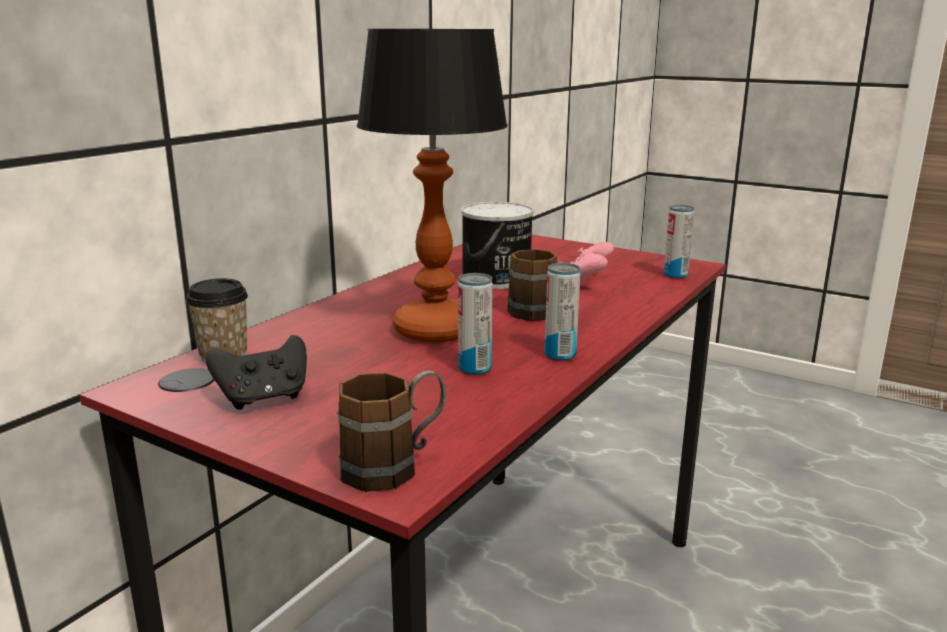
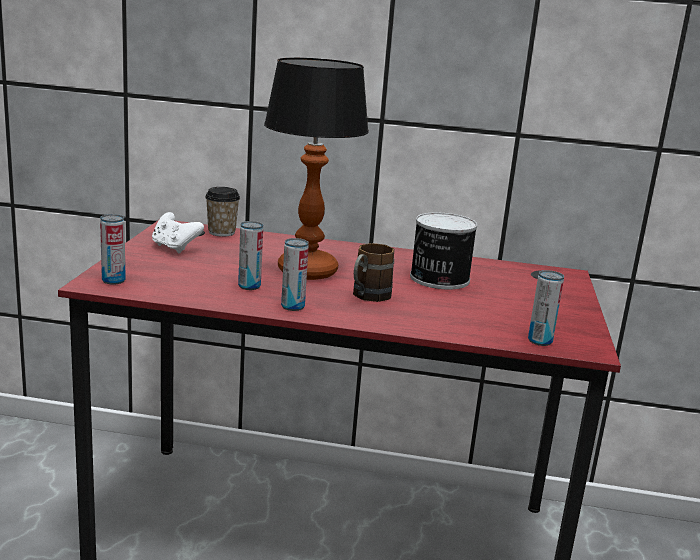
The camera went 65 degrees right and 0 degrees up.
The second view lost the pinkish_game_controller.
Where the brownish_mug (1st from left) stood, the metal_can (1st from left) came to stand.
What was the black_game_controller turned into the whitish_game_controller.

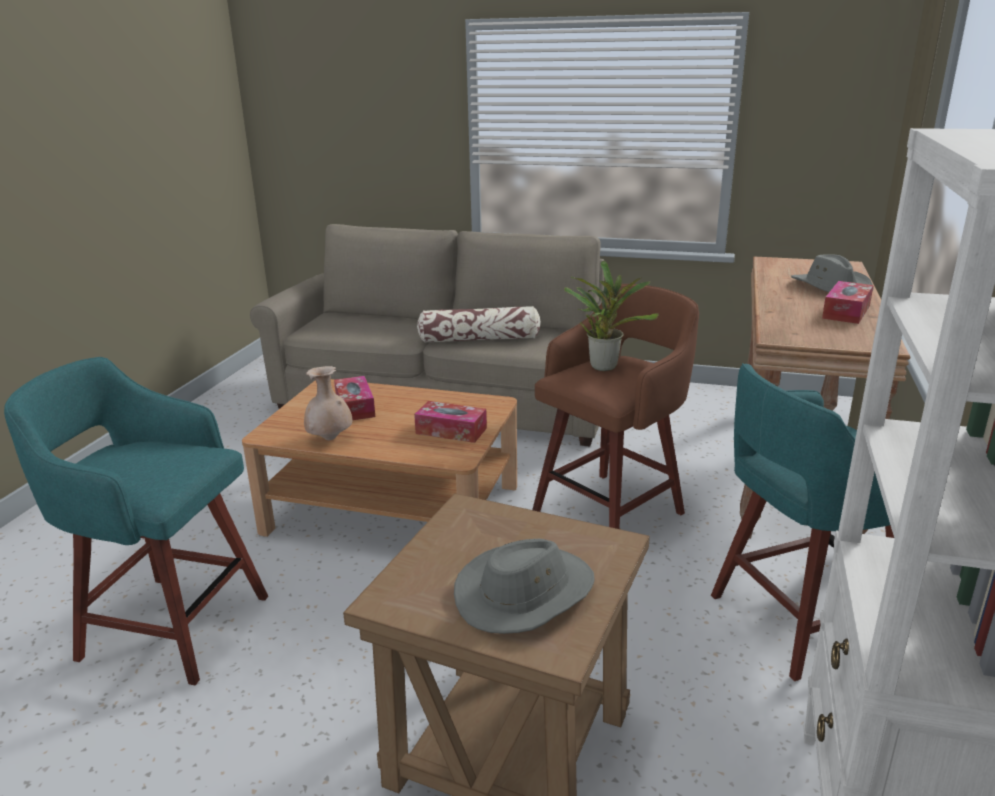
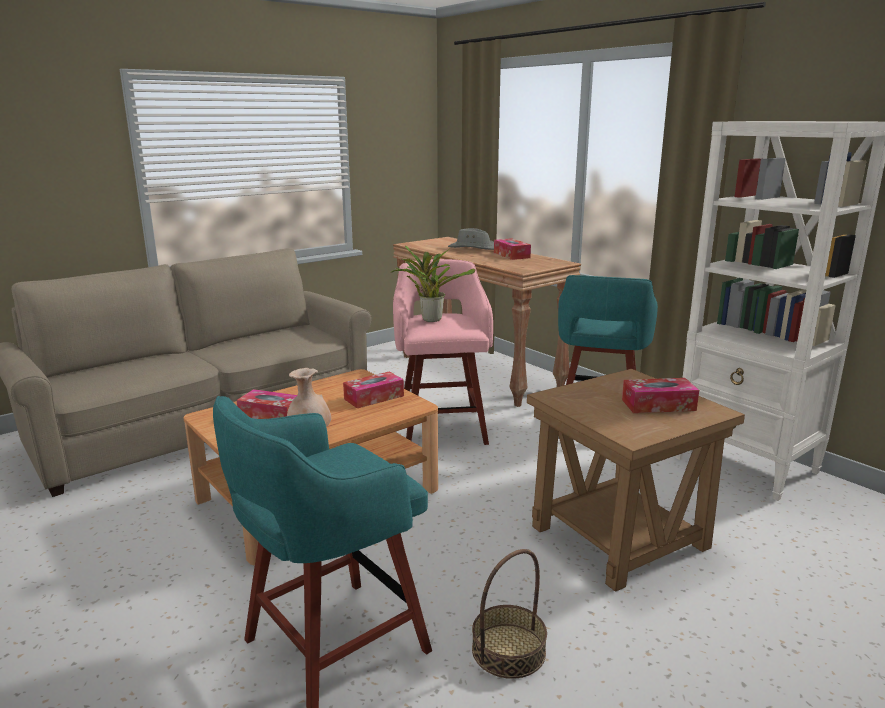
The camera went 55 degrees left and 5 degrees down.
The second view lost the pillow.
The second view gained the basket.
Where the greyish_wearable_hat (1st from left) stood, the box_of_tissues (4th from left) came to stand.
What was the brownish_stool turned into the pinkish_stool.

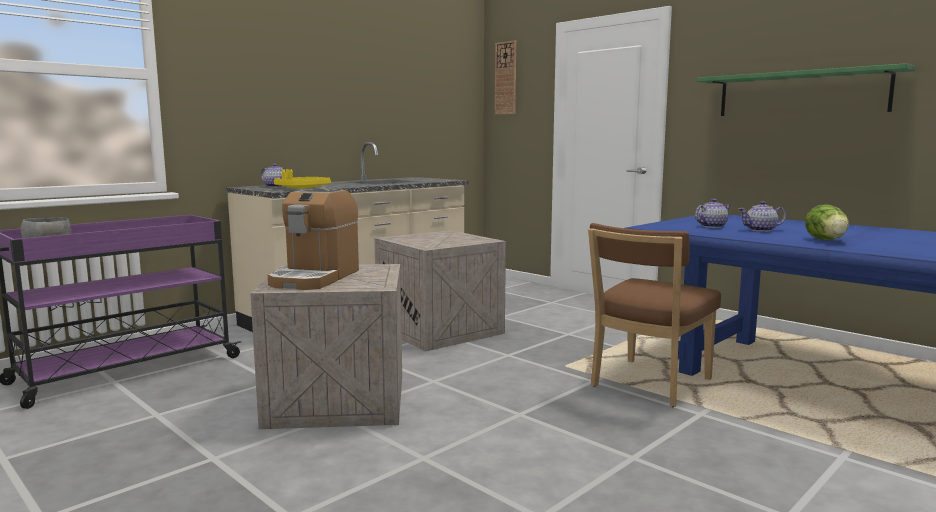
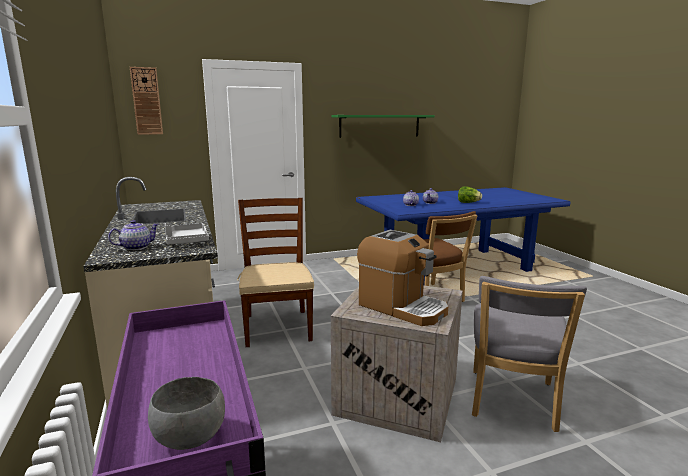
The camera went 65 degrees left and 5 degrees up.
The second view gained the greyish_plain_chair.
Where the shipping_crate (2nd from left) stood, the brownish_plain_chair (1st from left) came to stand.
What was the yellowish_tray turned into the greyish_tray.

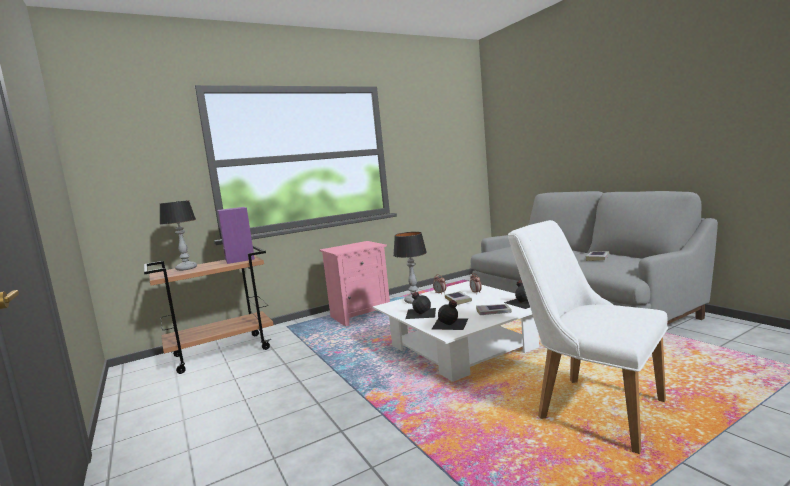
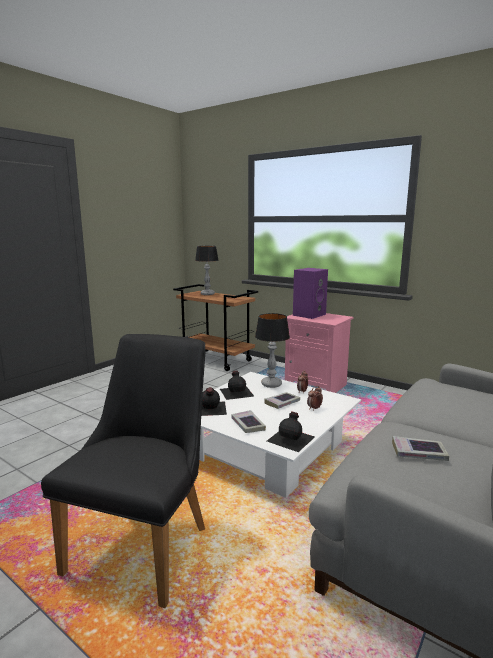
The camera went 65 degrees right and 5 degrees up.
The purplish_audio_speaker ended up elsewhere.
What was the whitish_plain_chair turned into the black_plain_chair.

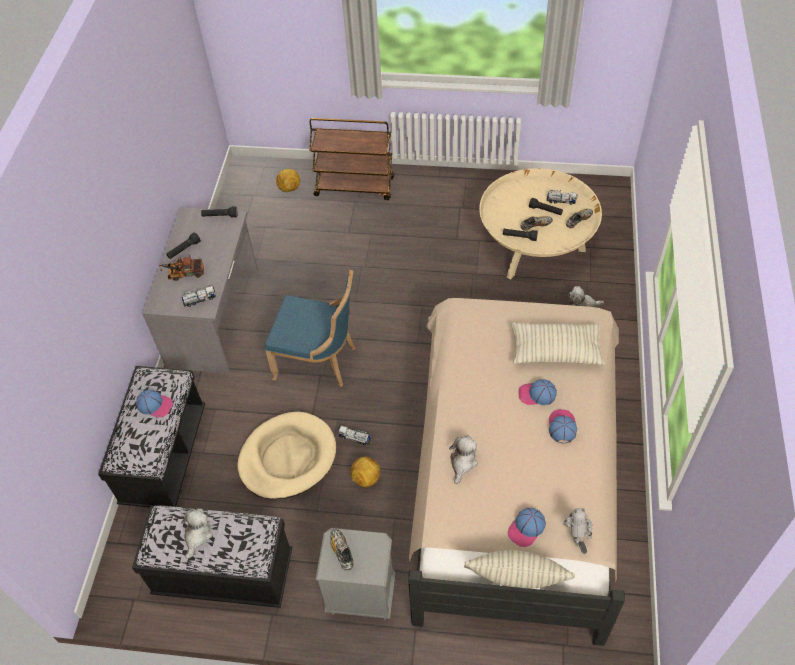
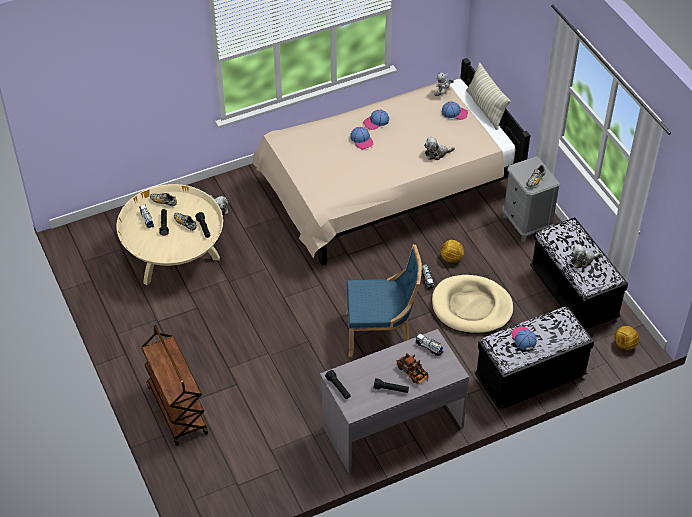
The camera went 125 degrees left and 5 degrees down.
The second view lost the pillow (2nd from left).
The football (1st from left in the first image) ended up elsewhere.
The blue_plain_chair ended up facing another way, 105 degrees clockwise from before.

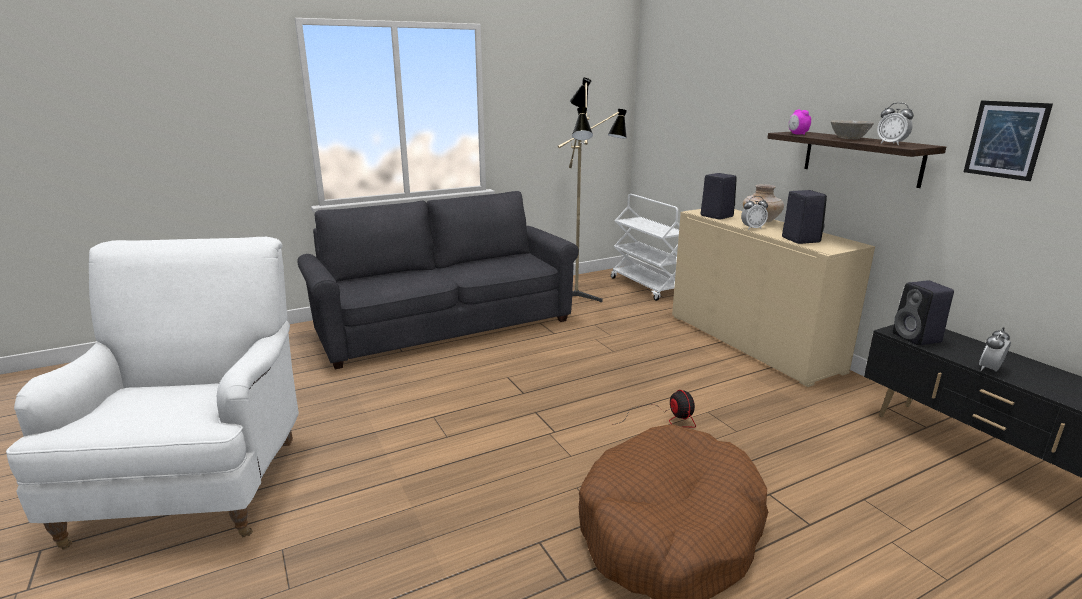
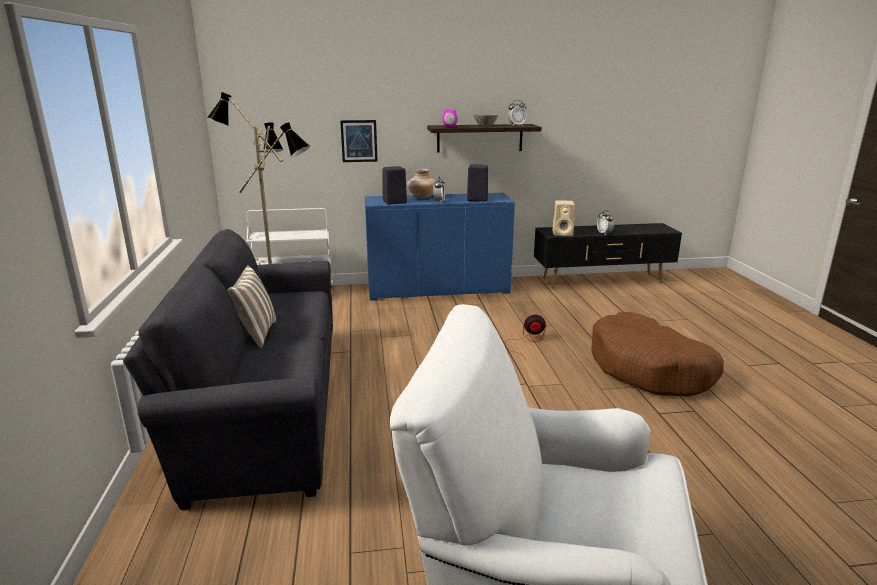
The camera went 70 degrees left and 0 degrees up.
The second view gained the pillow.
The wall_art ended up elsewhere.
What was the sand-coloured_cabinet turned into the blue_cabinet.
What was the black_audio_speaker (3rd from left) turned into the sand-coloured_audio_speaker.

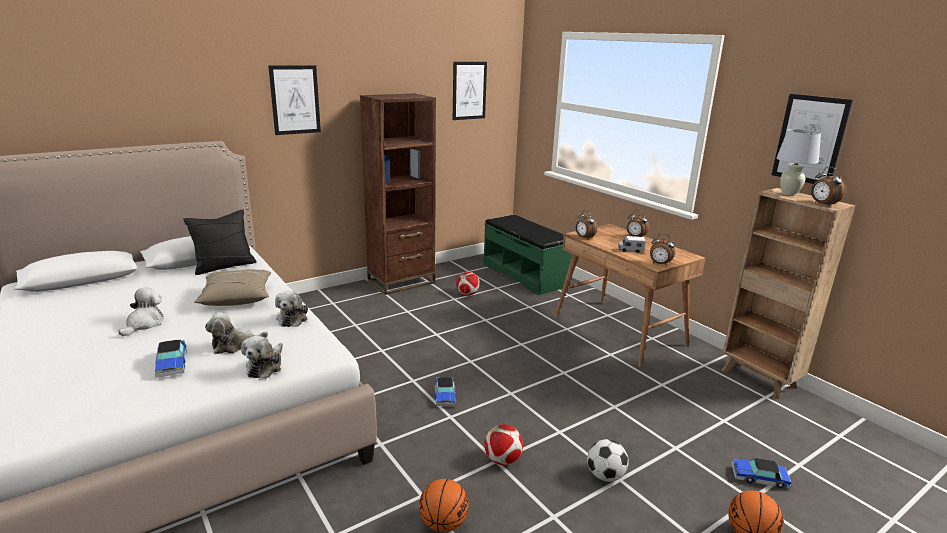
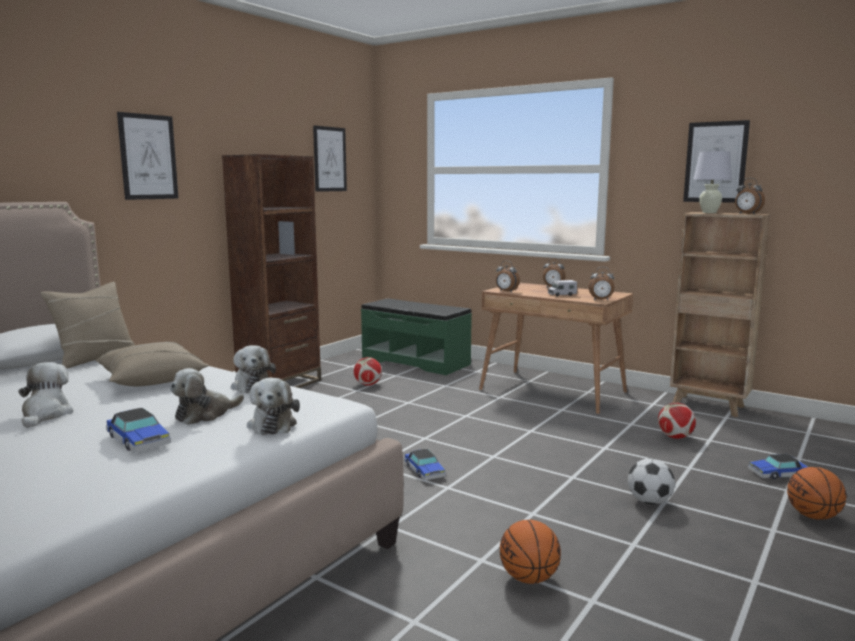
The camera went 20 degrees left and 10 degrees down.
The football (2nd from left in the first image) ended up elsewhere.
What was the black_pillow turned into the sand-coloured_pillow (1st from left).

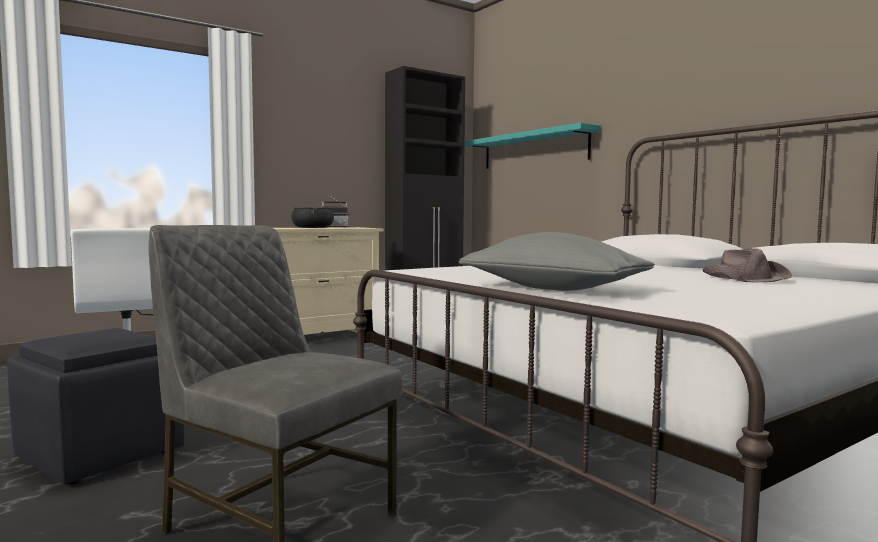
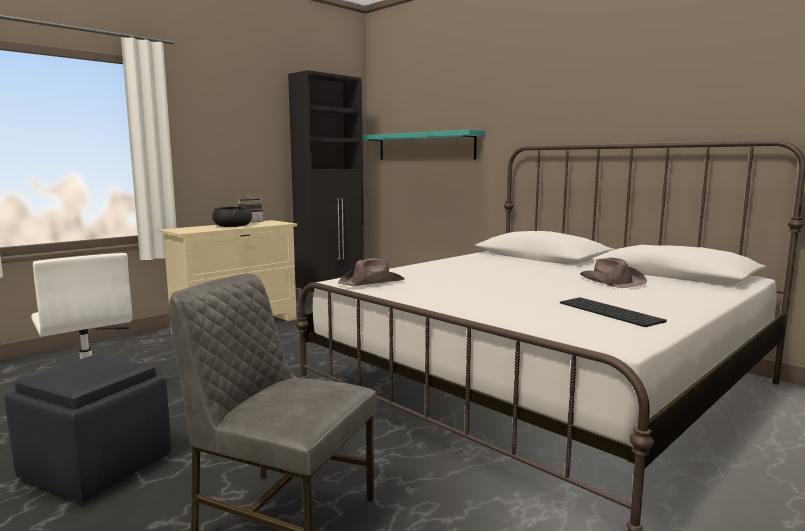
The camera went 10 degrees left and 5 degrees up.
The second view lost the greyish_pillow.
The second view gained the brownish_wearable_hat (1st from left).
The second view gained the PC_keyboard.

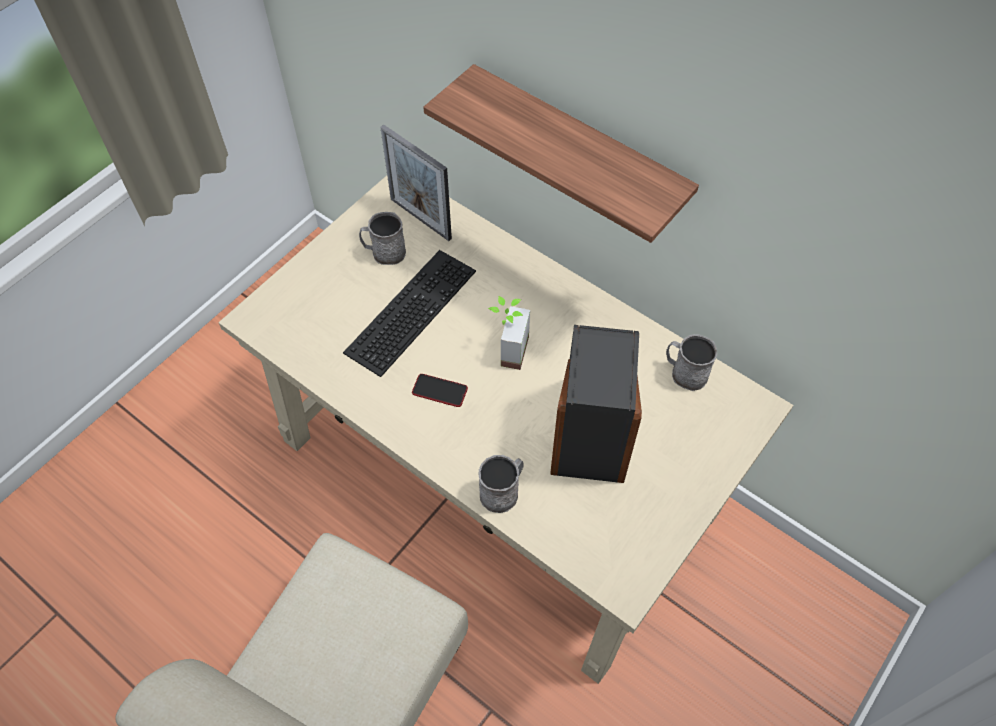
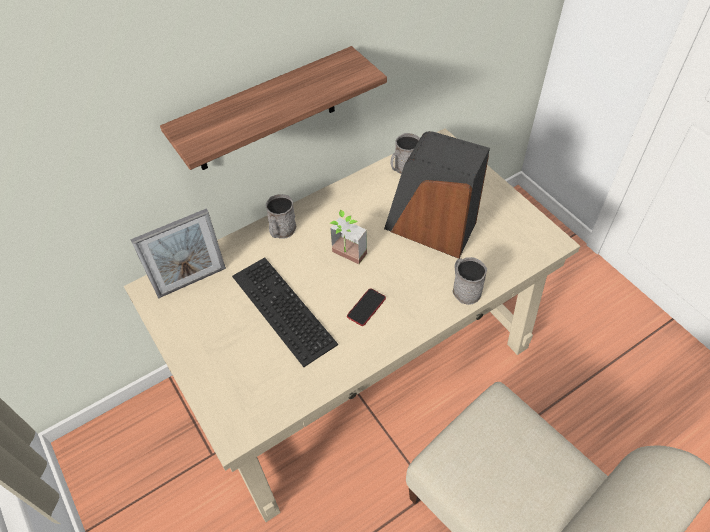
The camera went 70 degrees left and 5 degrees down.
The greyish_mug (1st from left) ended up elsewhere.

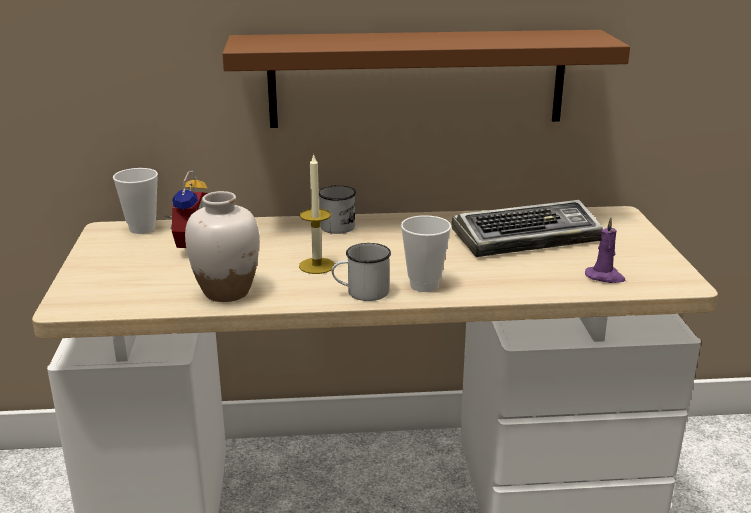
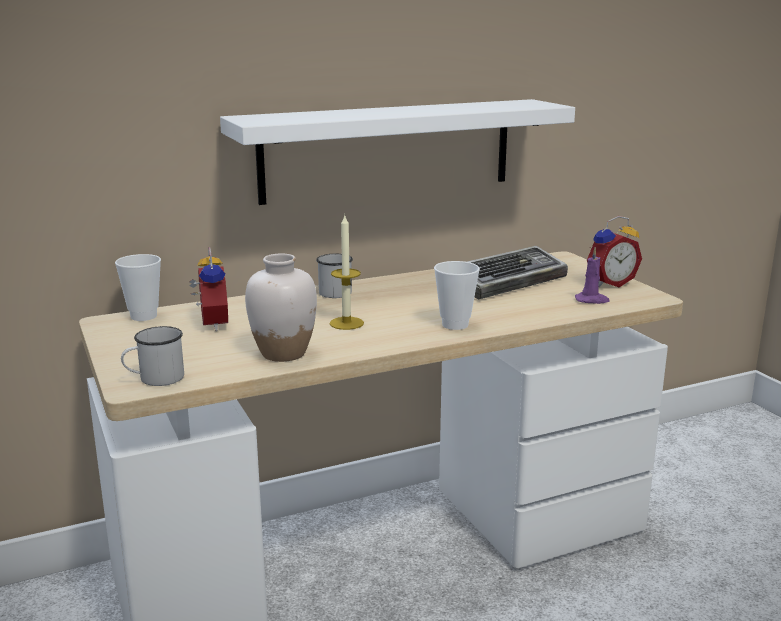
The camera went 20 degrees left and 5 degrees down.
The second view gained the table_clock (2nd from left).
The whitish_mug (2nd from left in the first image) ended up elsewhere.
What was the brownish_wall_shelf turned into the whitish_wall_shelf.

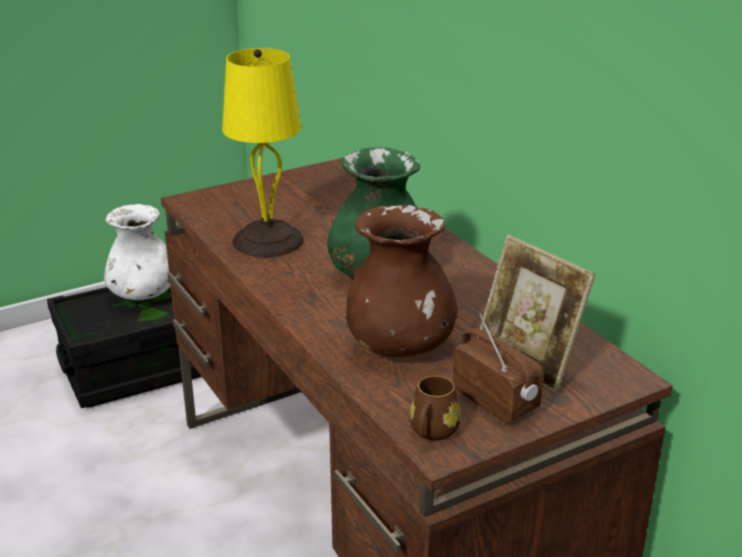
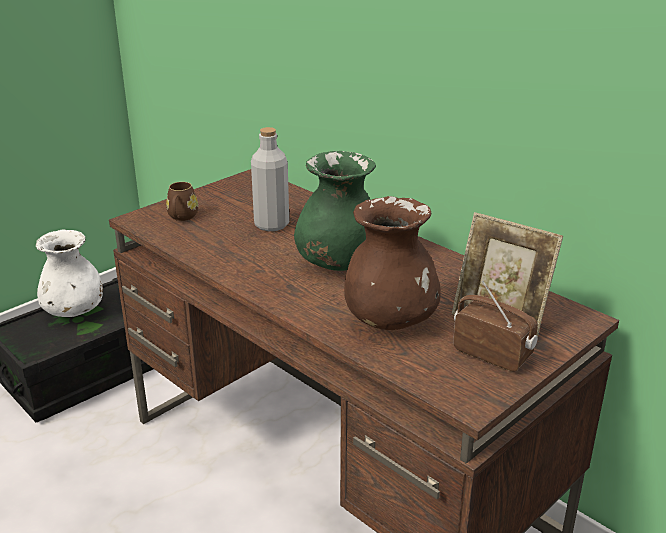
The camera went 15 degrees left and 0 degrees up.
The second view lost the yellowish_tabletop_lamp.
The second view gained the greyish_bottle.
The brownish_mug ended up elsewhere.

